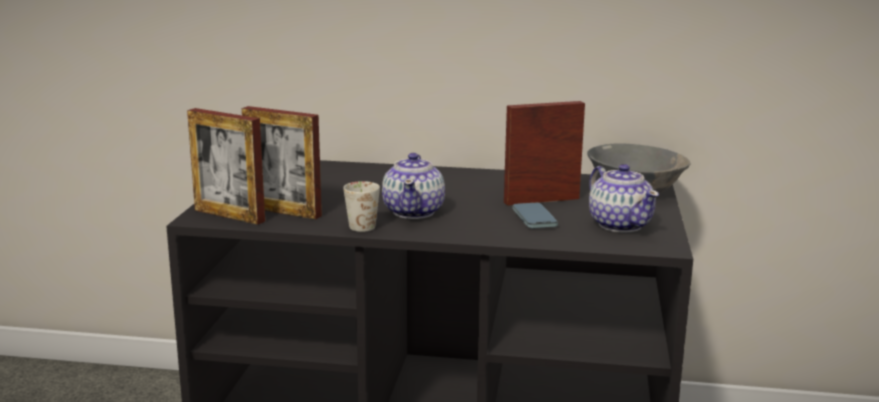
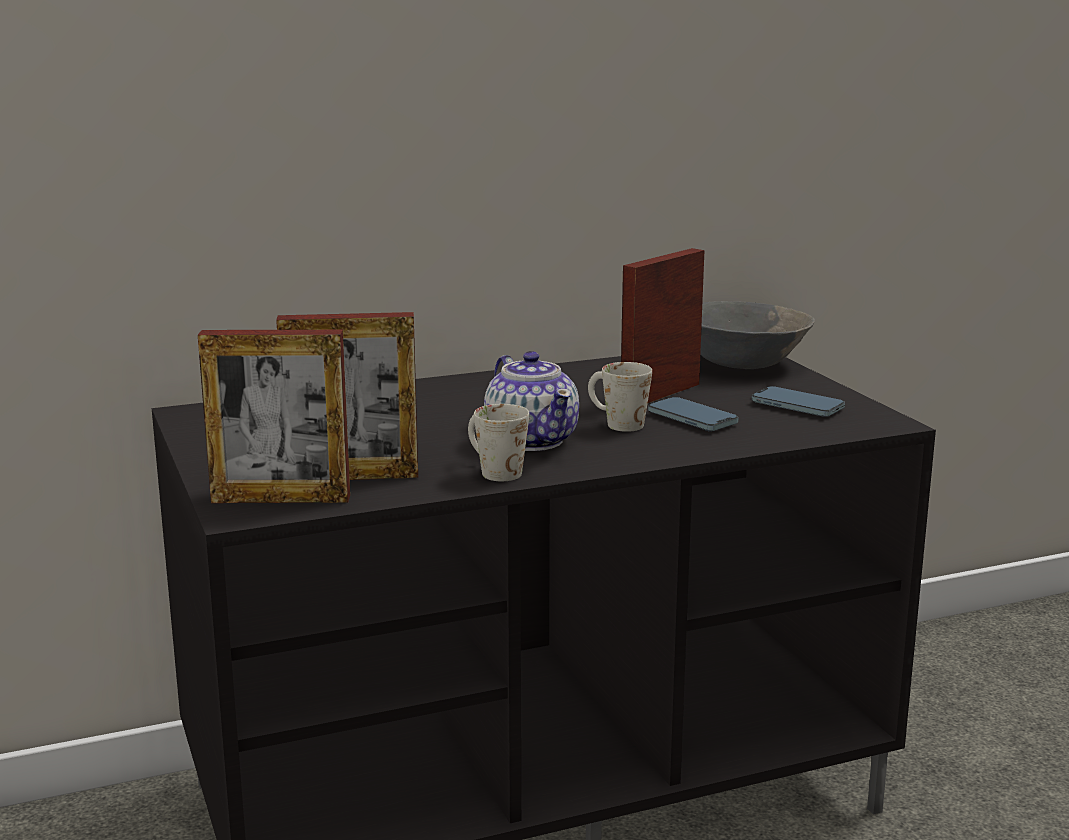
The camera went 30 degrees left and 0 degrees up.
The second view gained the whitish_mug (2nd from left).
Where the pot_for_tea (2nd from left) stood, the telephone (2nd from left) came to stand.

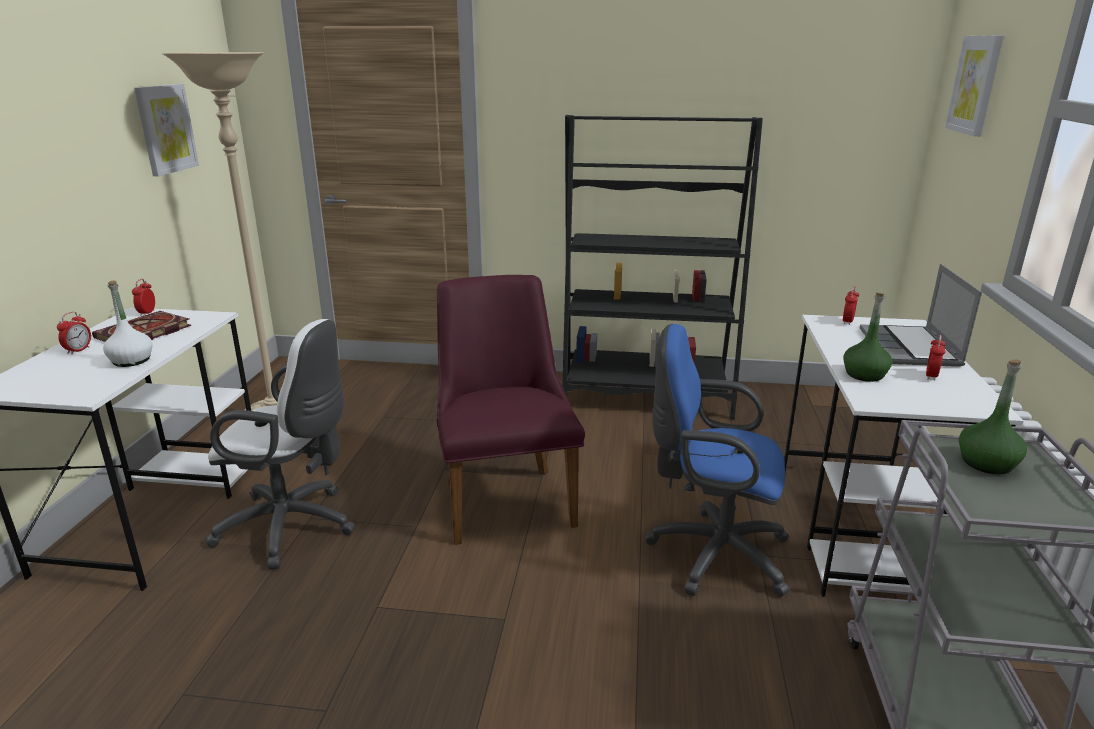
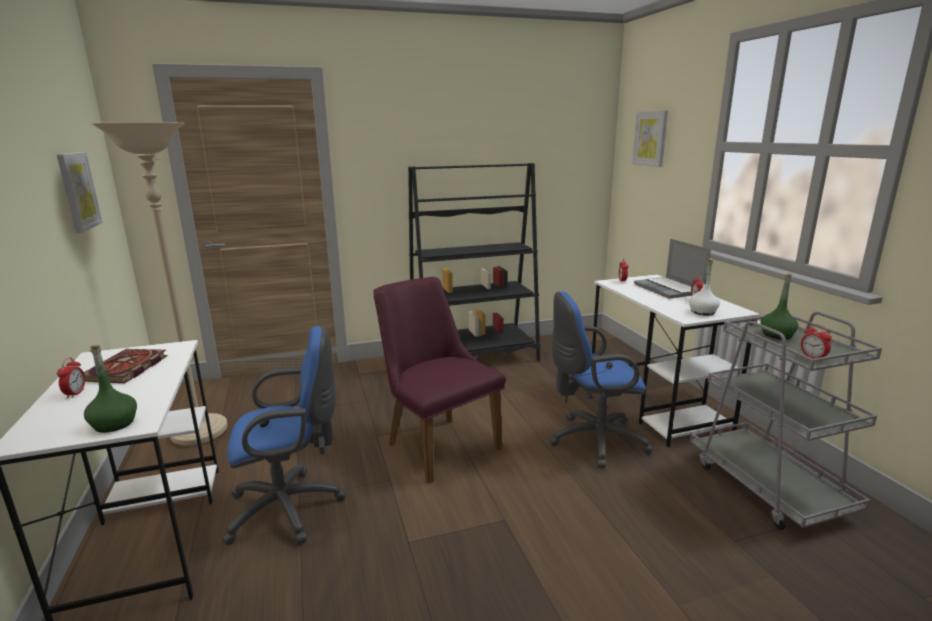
The camera went 25 degrees left and 5 degrees down.
The whitish_bottle ended up elsewhere.
The table_clock (2nd from left in the first image) ended up elsewhere.
The green-coloured_bottle (1st from left) ended up elsewhere.
What was the whitish_desk_chair turned into the blue_desk_chair (1st from left).

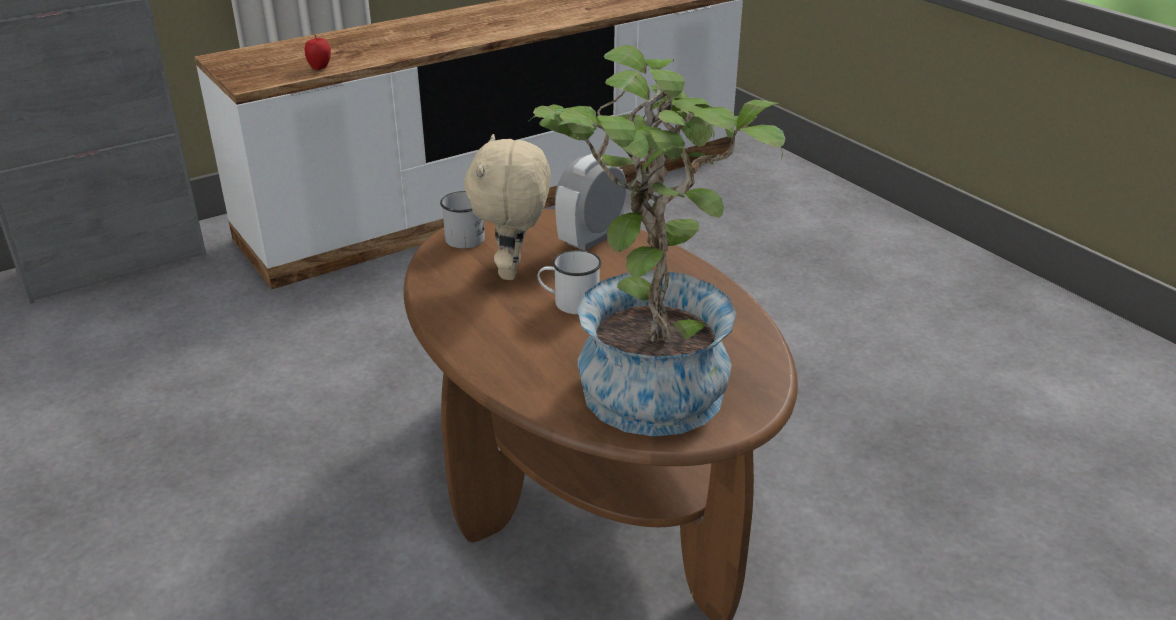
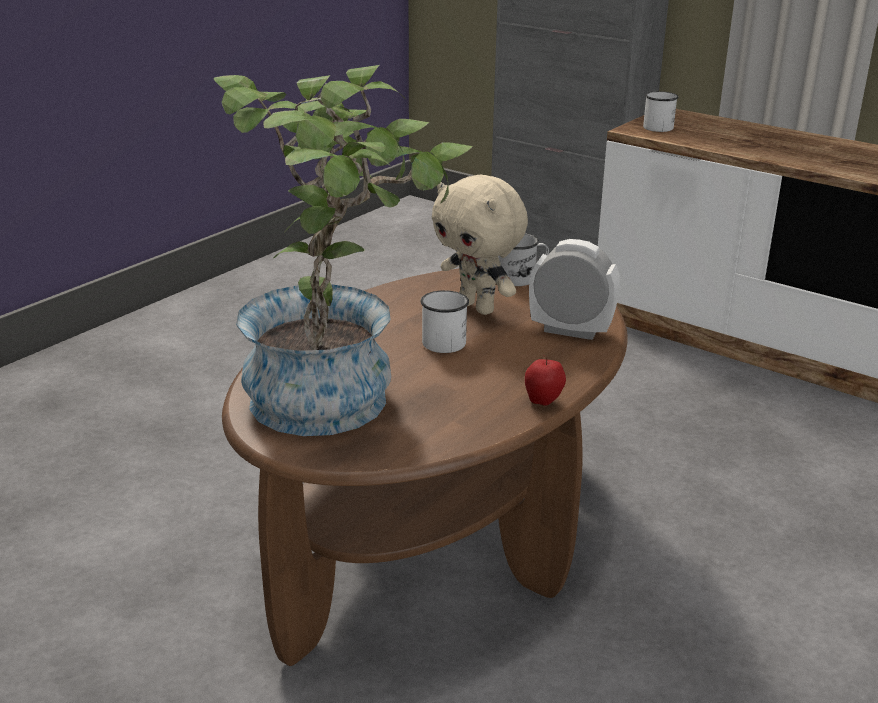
The camera went 70 degrees right and 5 degrees down.
The second view gained the whitish_mug (3rd from left).
The apple ended up elsewhere.
The sand-coloured_plush_toy ended up facing another way, 120 degrees counterclockwise from before.

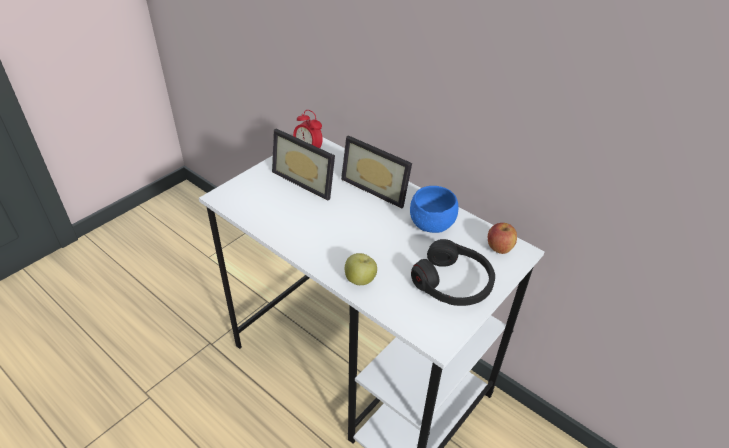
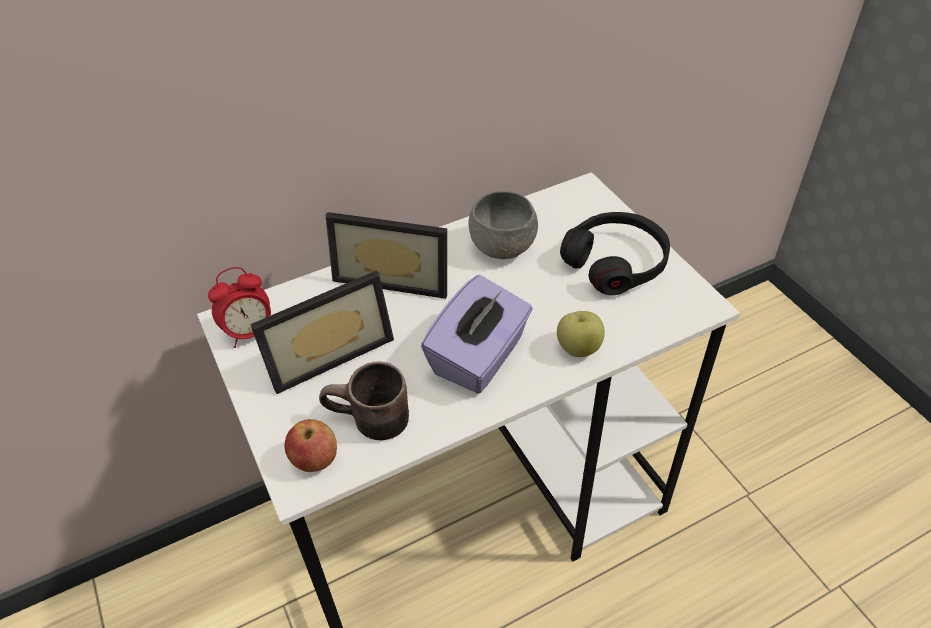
The camera went 65 degrees left and 5 degrees up.
The second view gained the brownish_mug.
The second view gained the purplish_box_of_tissues.
The apple (2nd from left in the first image) ended up elsewhere.
What was the blue_deep_dish turned into the greyish_deep_dish.
The photo_frame (2nd from left) ended up facing another way, 45 degrees clockwise from before.

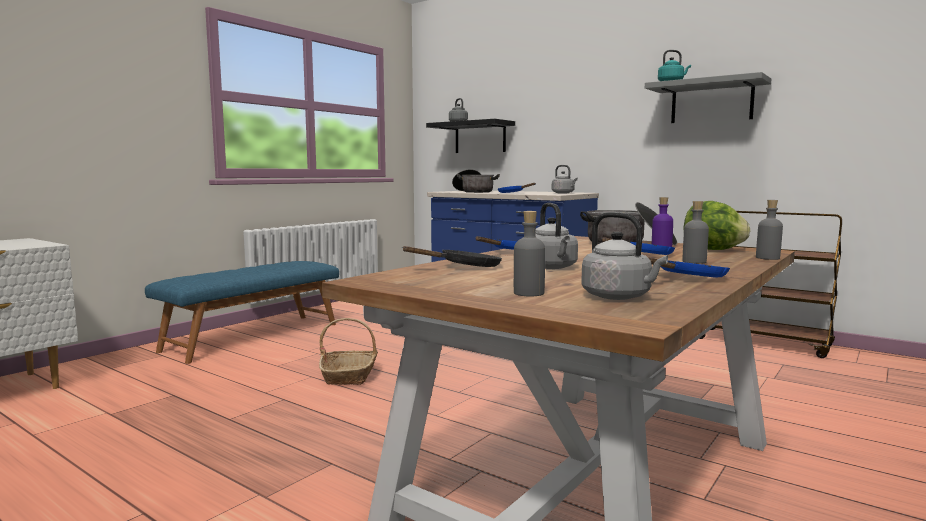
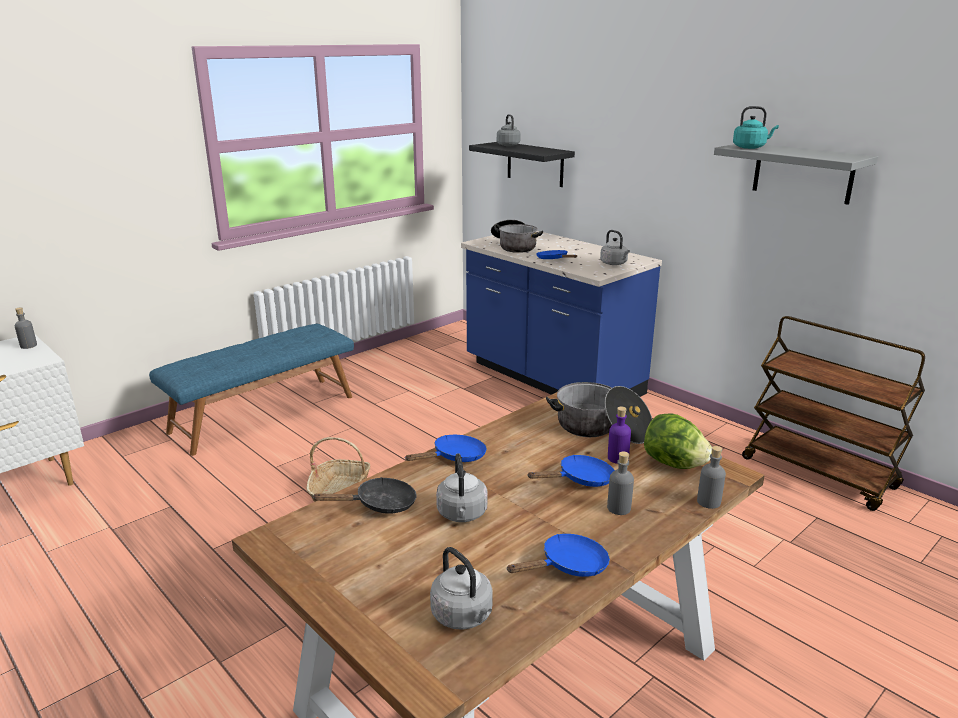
The camera went 10 degrees right and 15 degrees up.
The greyish_bottle (1st from left) ended up elsewhere.

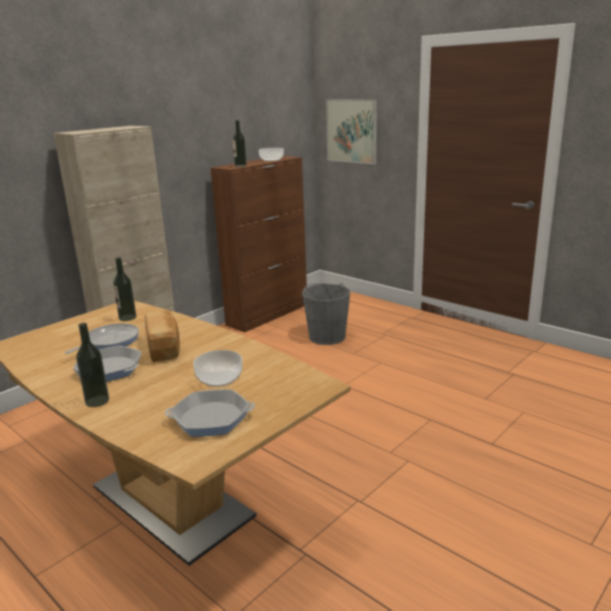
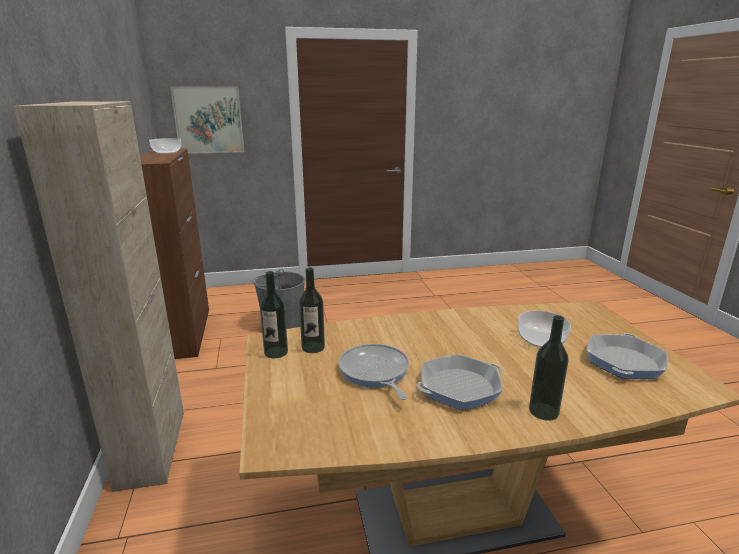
The camera went 55 degrees left and 0 degrees up.
The second view lost the bakery_bread.
The bottle (3rd from left in the first image) ended up elsewhere.

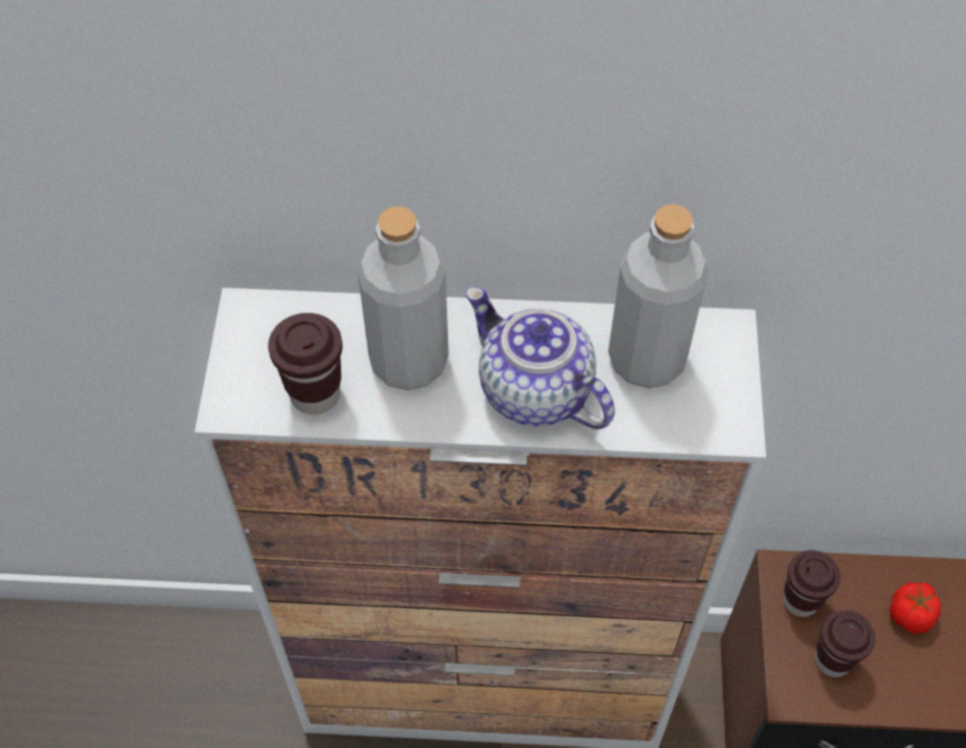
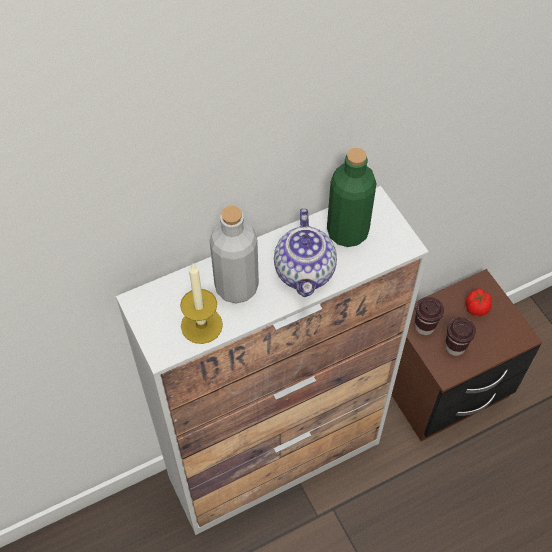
The camera went 30 degrees left and 0 degrees up.
Where the brownish_cup (1st from left) stood, the candle came to stand.
What was the greyish_bottle (2nd from left) turned into the green-coloured_bottle.
The pot_for_tea ended up facing another way, 105 degrees counterclockwise from before.

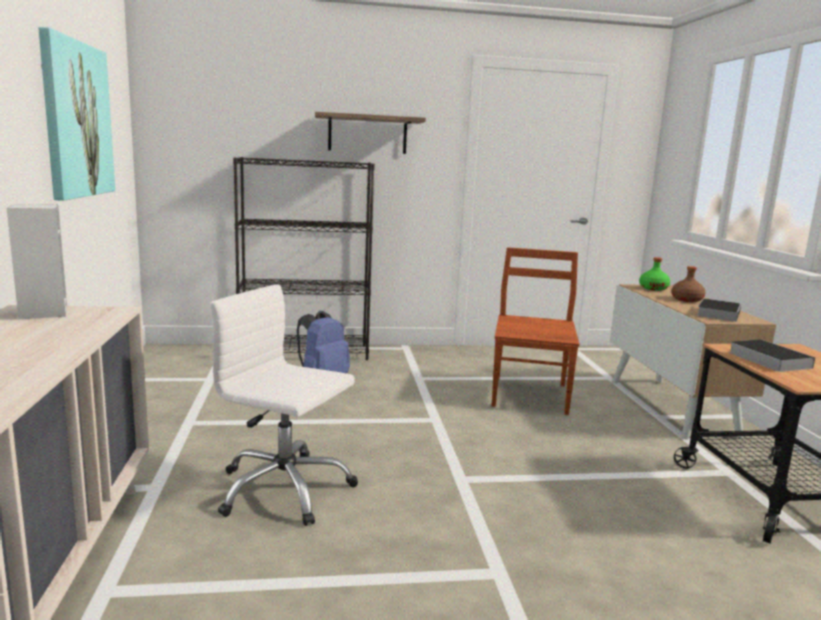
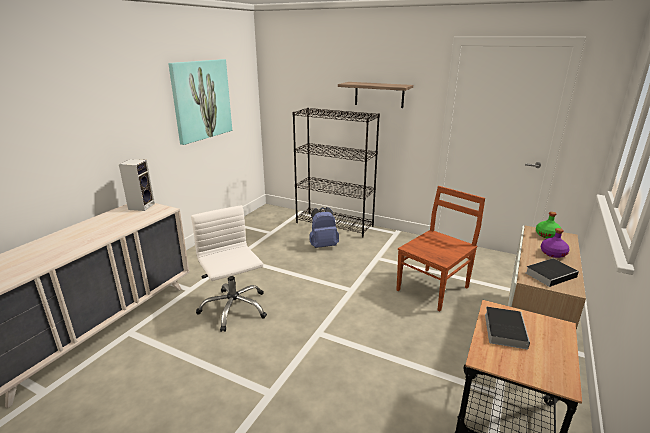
The camera went 35 degrees right and 10 degrees up.
What was the brownish_bottle turned into the purplish_bottle.

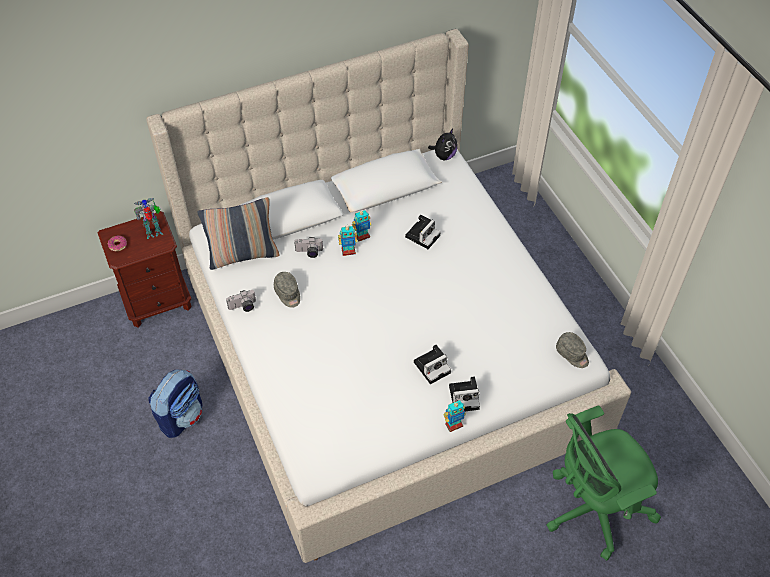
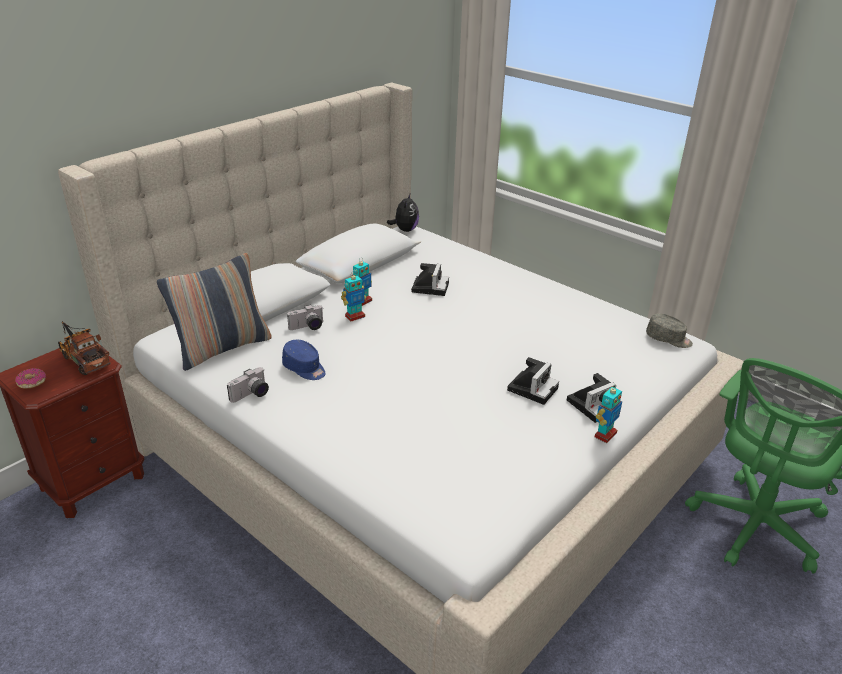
The camera went 25 degrees left and 20 degrees down.
The second view lost the rucksack.
Where the robot_figure (1st from left) stood, the toy_lorry came to stand.
What was the greyish_cap (1st from left) turned into the blue_cap.

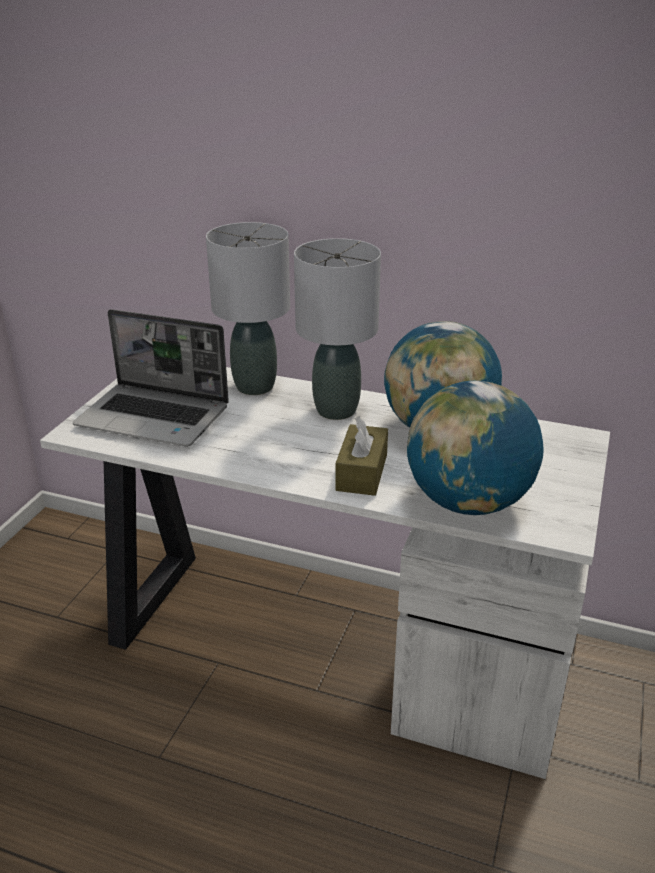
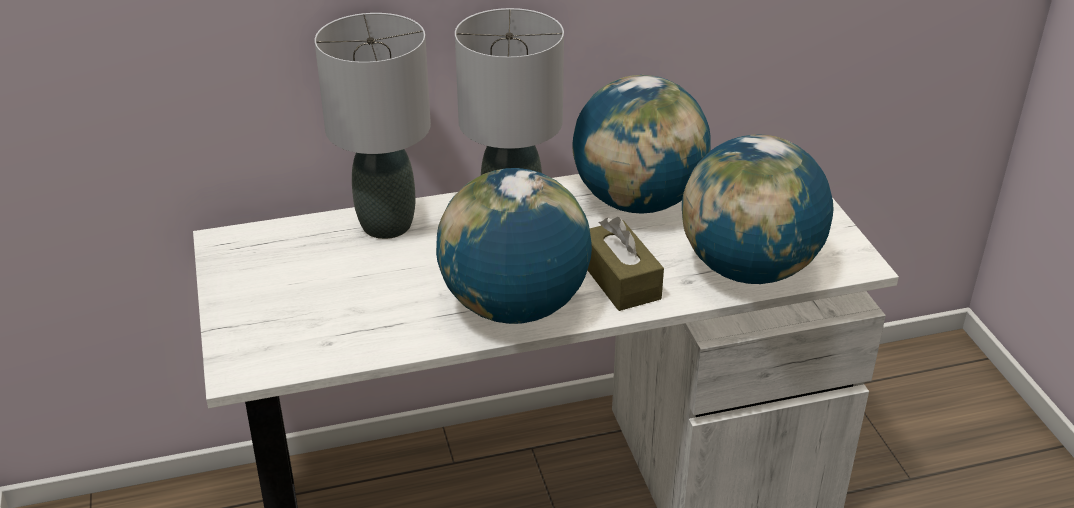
The camera went 35 degrees left and 5 degrees up.
The second view lost the portable_computer.
The second view gained the world_globe (1st from left).

